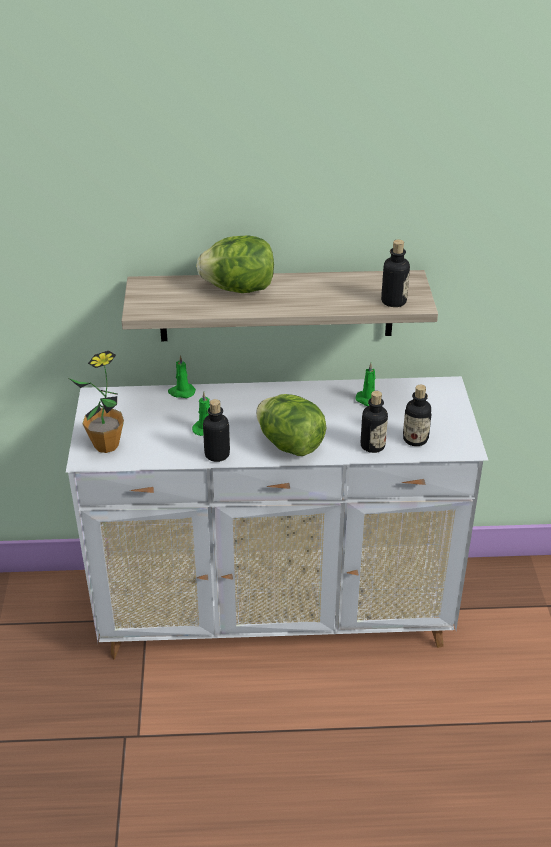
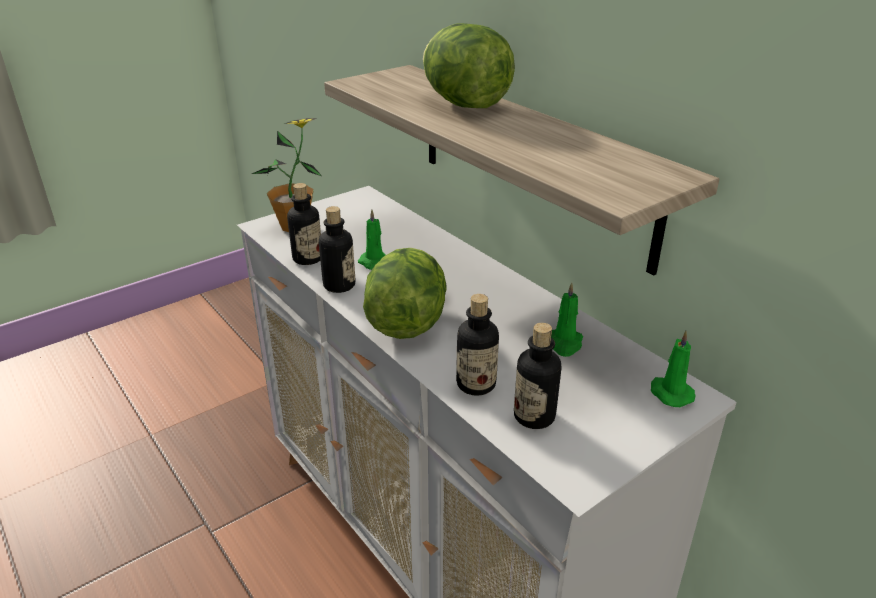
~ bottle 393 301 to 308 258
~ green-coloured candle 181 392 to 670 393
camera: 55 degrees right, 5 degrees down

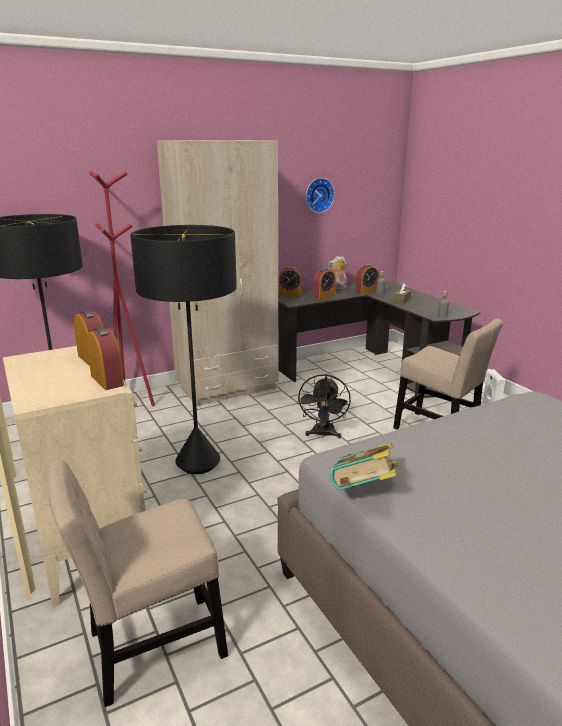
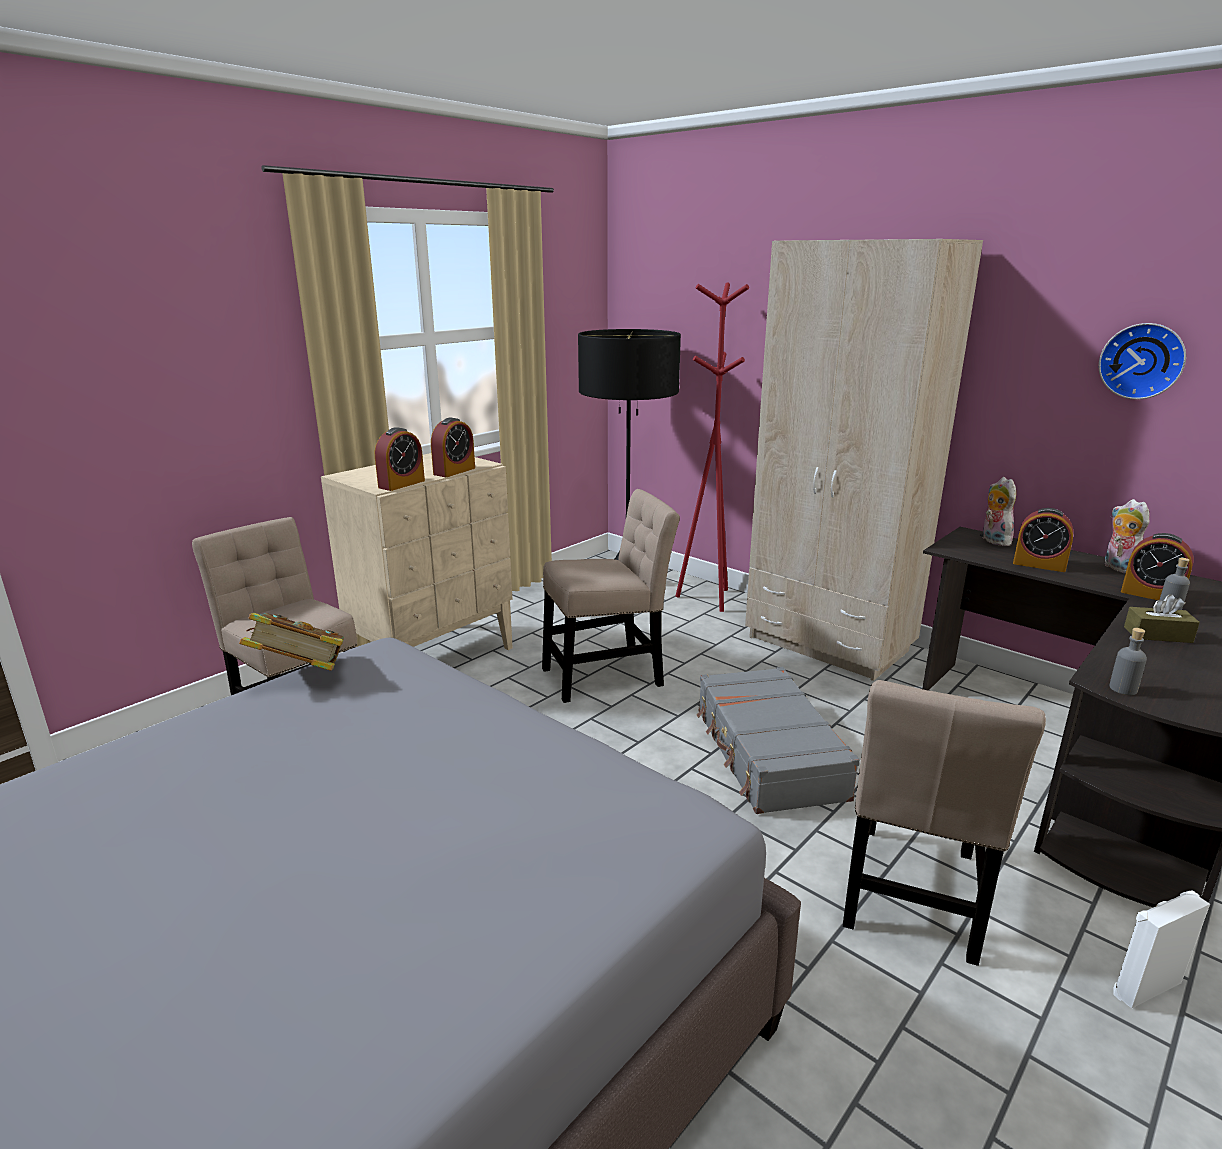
~ black floor lamp 198 464 to sand-coloured upright chair 608 675
~ bedside clock 289 294 to soft toy 993 540
~ black electric fan 323 435 to gray travel case 767 754
camera: 70 degrees right, 0 degrees up

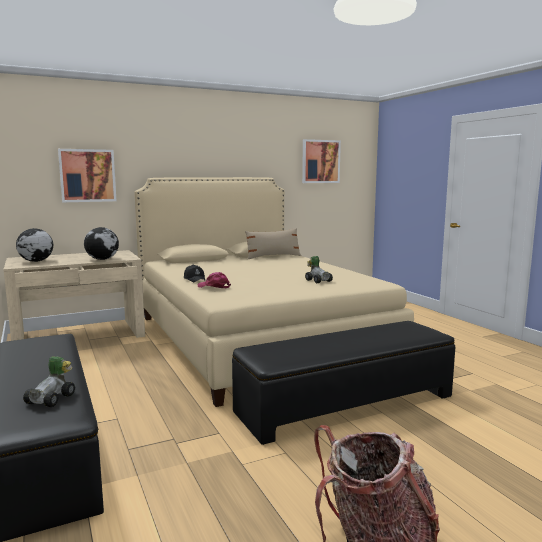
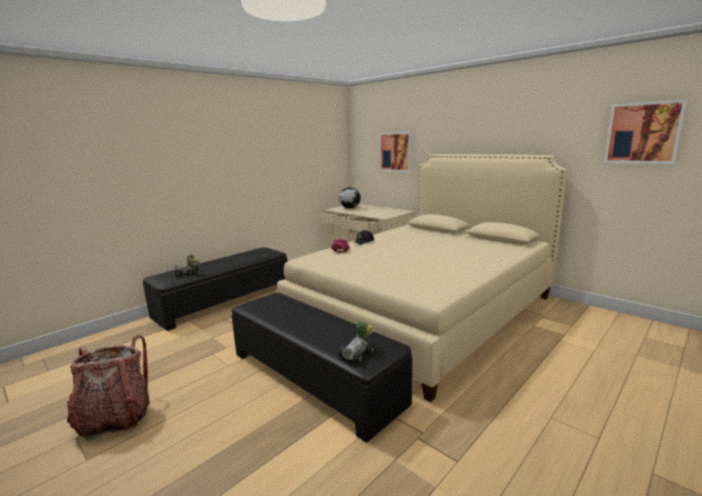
- world globe 102 259
- sand-coloured throw pillow 273 256
~ miniature car 318 280 to 358 354
camera: 70 degrees right, 5 degrees up

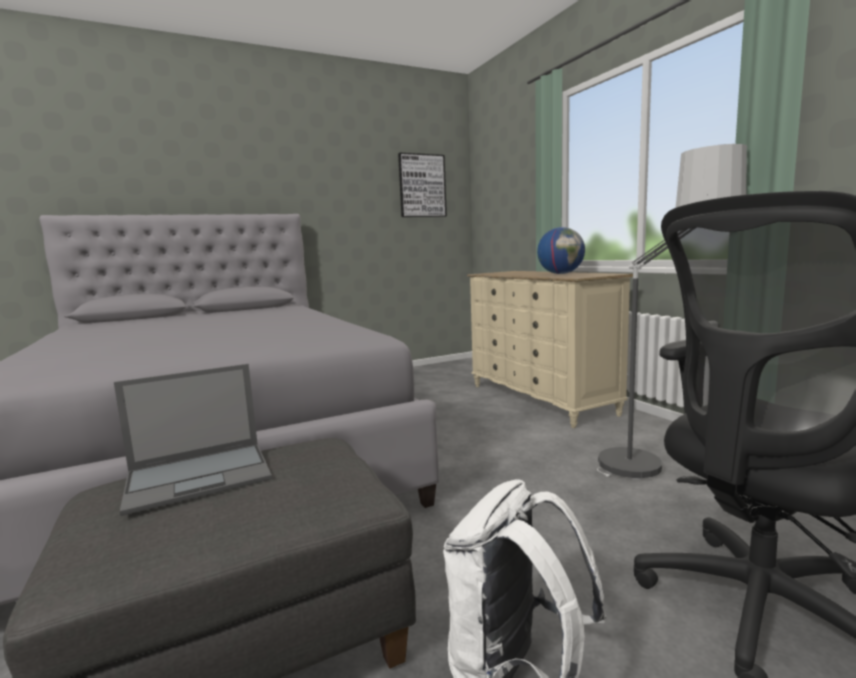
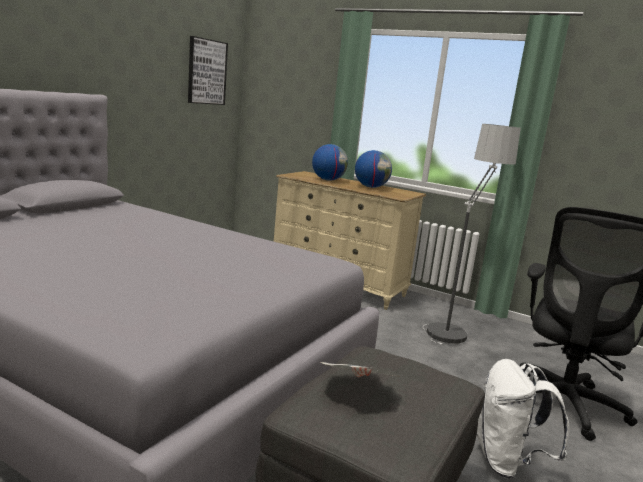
~ notebook computer 200 475 to daily paper 357 388
+ world globe 328 180
camera: 35 degrees left, 5 degrees up

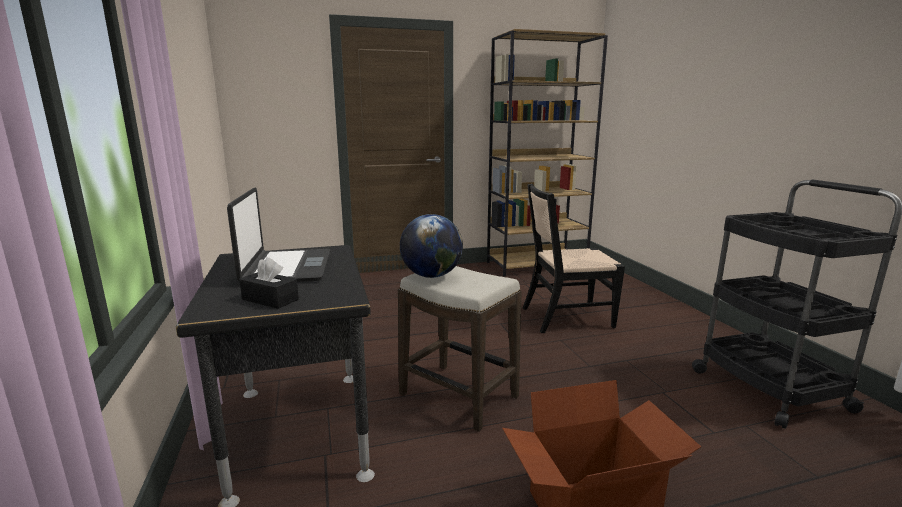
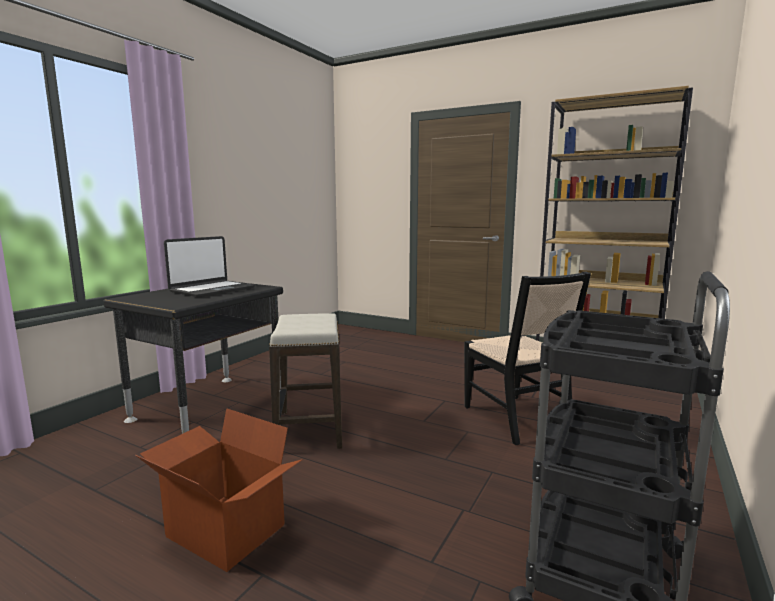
~ upright chair 566 318 = 516 419 150 degrees counterclockwise
- world globe 431 276
- black tissue box 270 299
camera: 45 degrees right, 5 degrees down

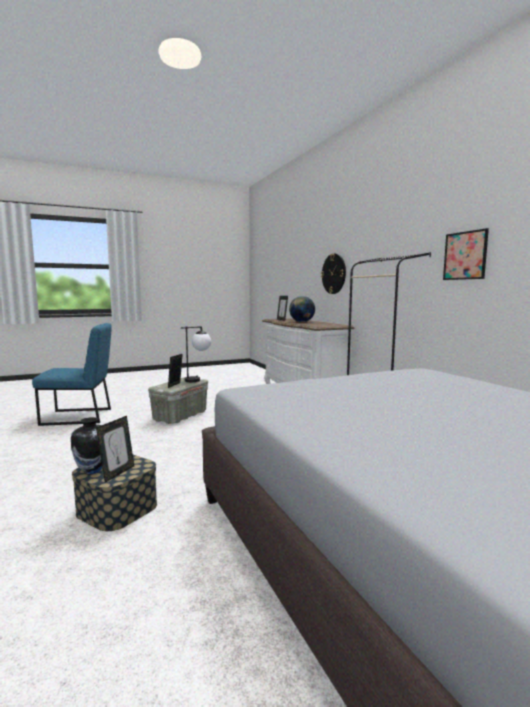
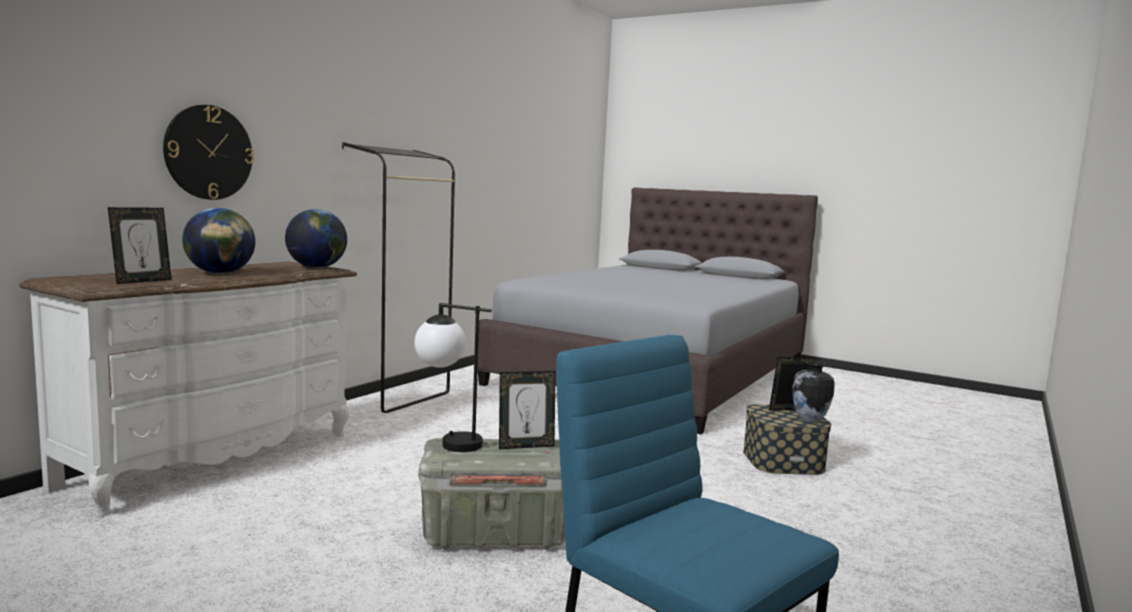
- wall art 465 255
+ world globe 316 267
camera: 125 degrees left, 0 degrees up

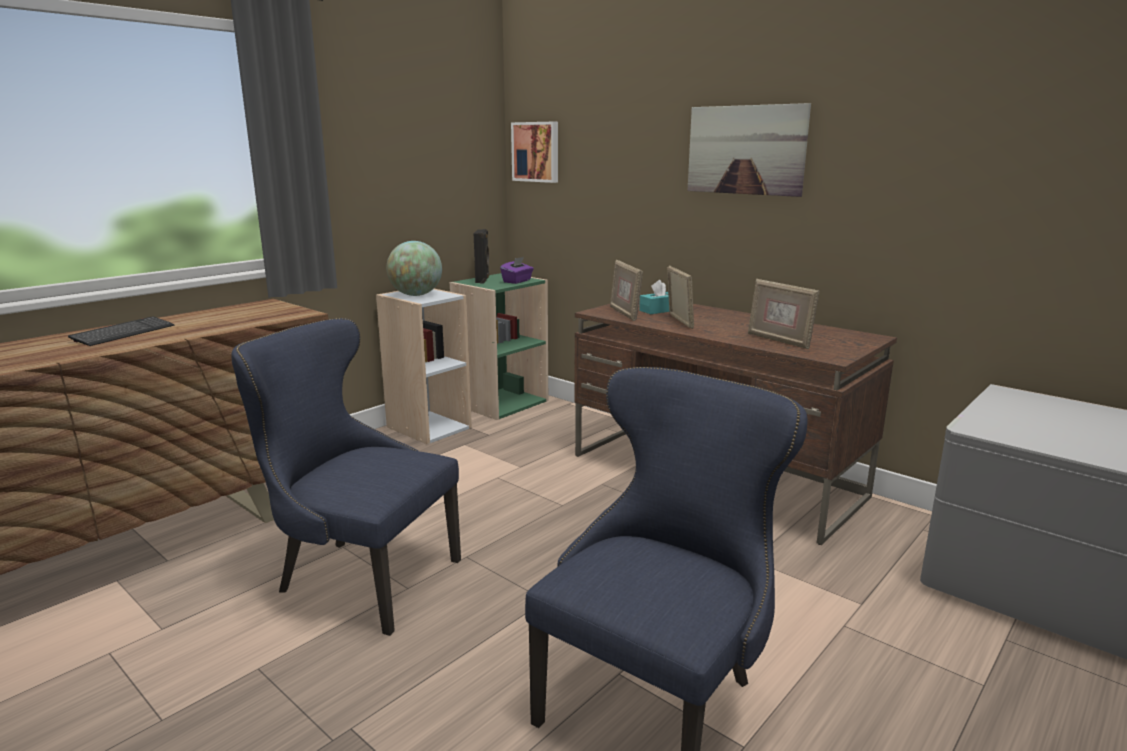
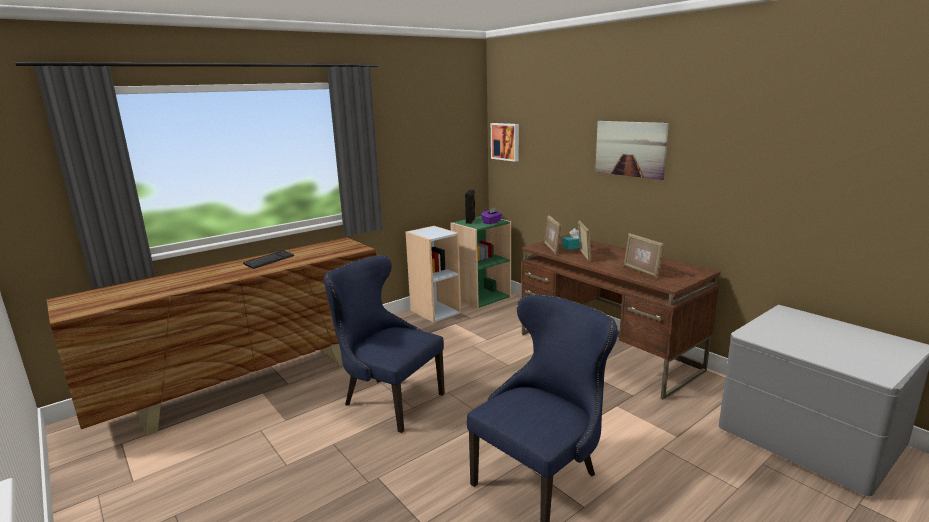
- world globe 416 295
camera: 10 degrees right, 0 degrees up

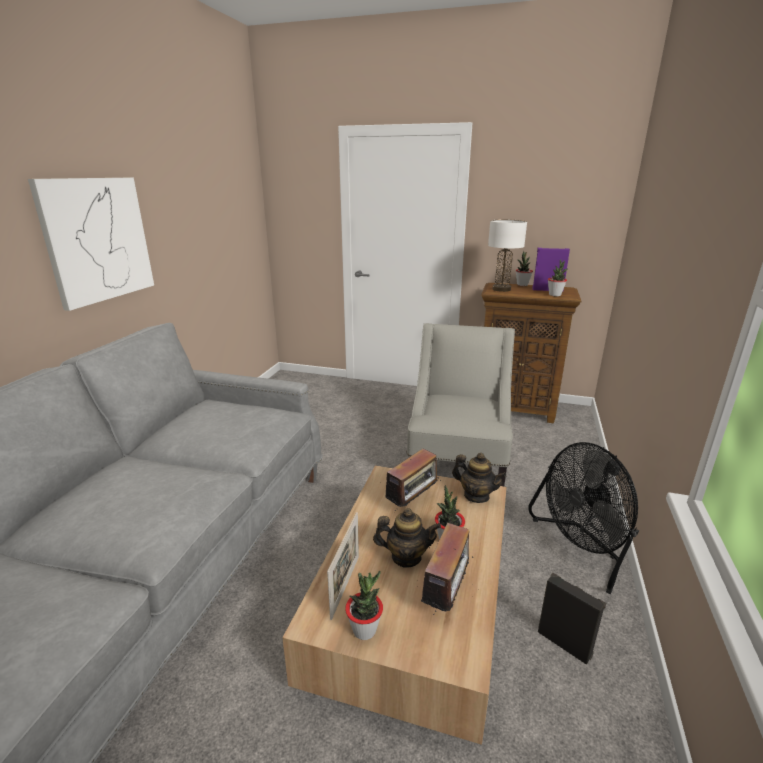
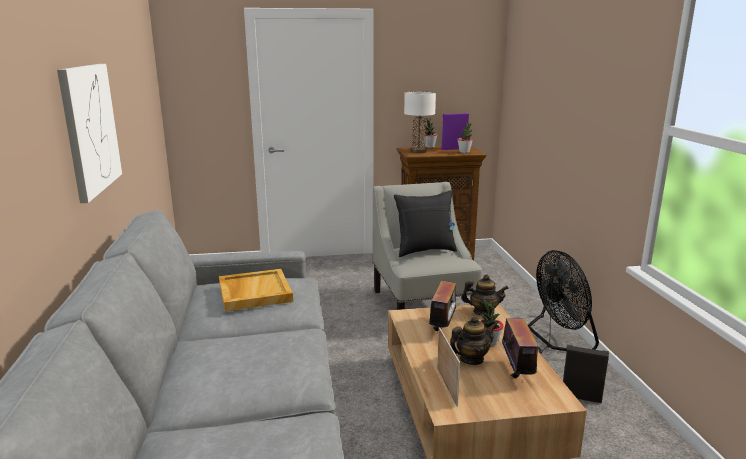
~ black electric fan 582 544 = 551 338 150 degrees counterclockwise
- plant in a pot 364 630
+ black throw pillow 425 251
+ sand-coloured carrying tray 254 292
camera: 25 degrees left, 5 degrees down

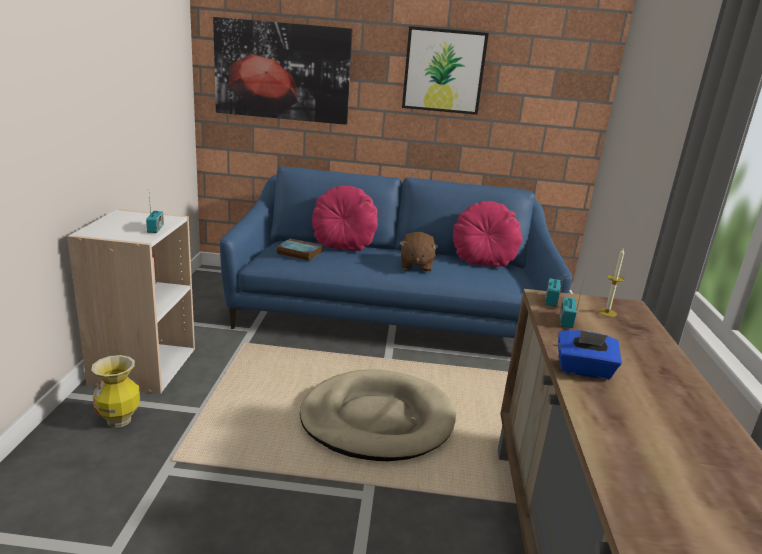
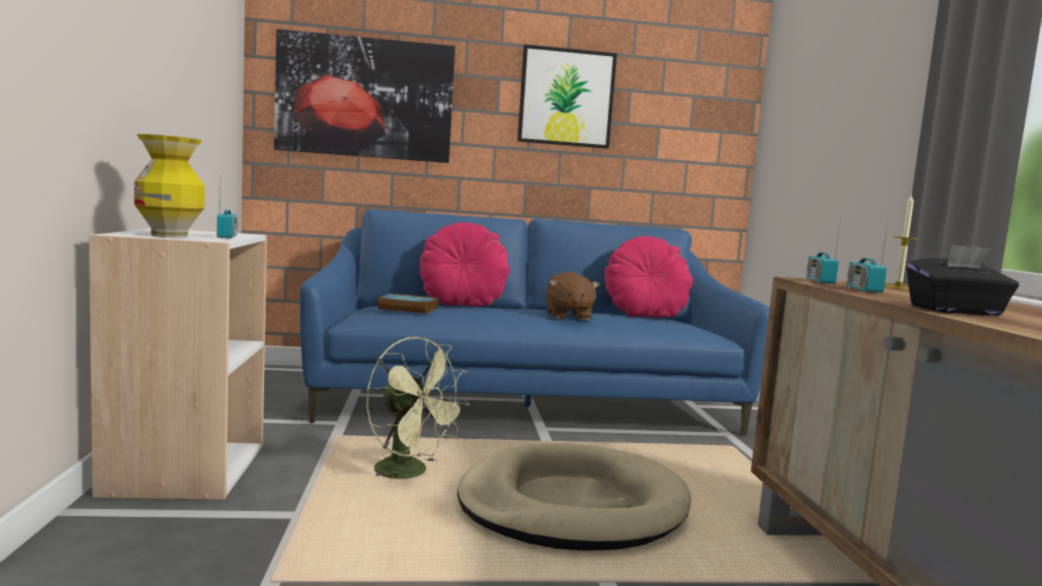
~ blue tissue box 583 370 to black tissue box 956 311
~ vase 119 420 to 170 235
+ green-coloured electric fan 410 473
camera: 10 degrees left, 15 degrees down

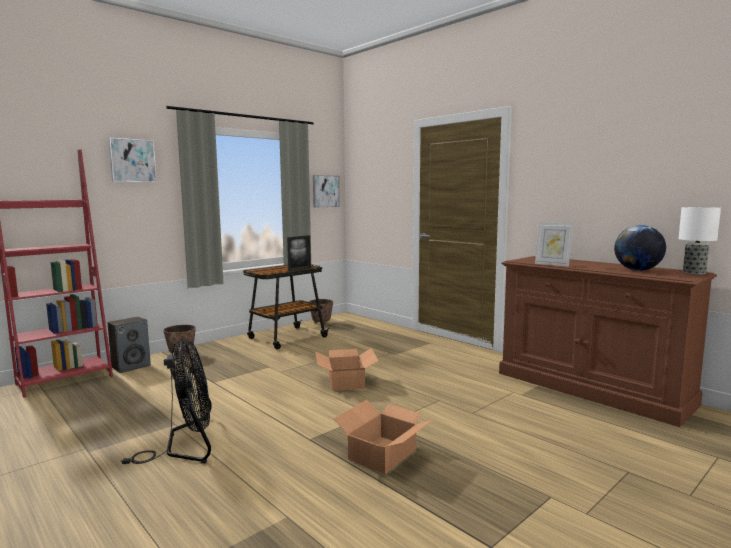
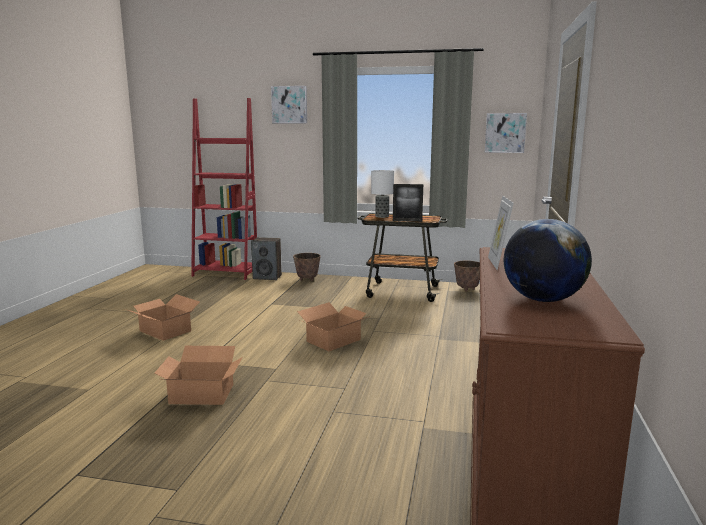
~ tabletop lamp 694 272 to 382 216
~ black electric fan 184 444 to cardboard box 165 331
camera: 55 degrees right, 5 degrees up

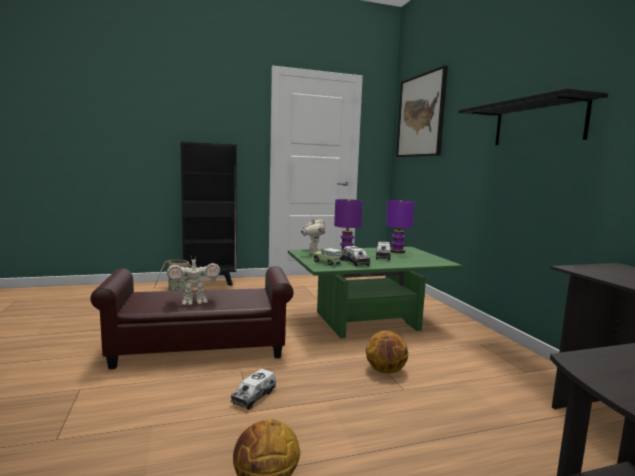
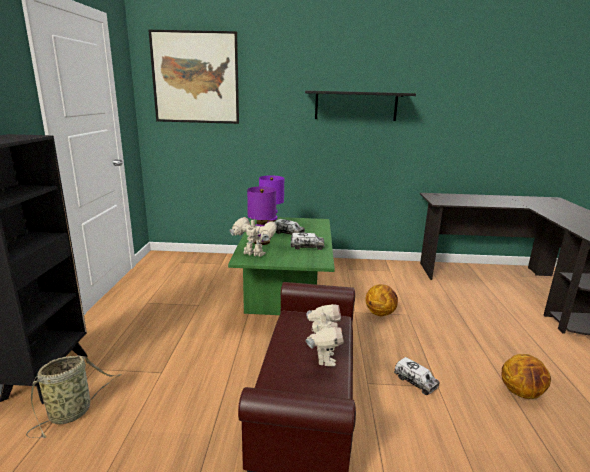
- miniature car 328 263
camera: 70 degrees left, 10 degrees up

